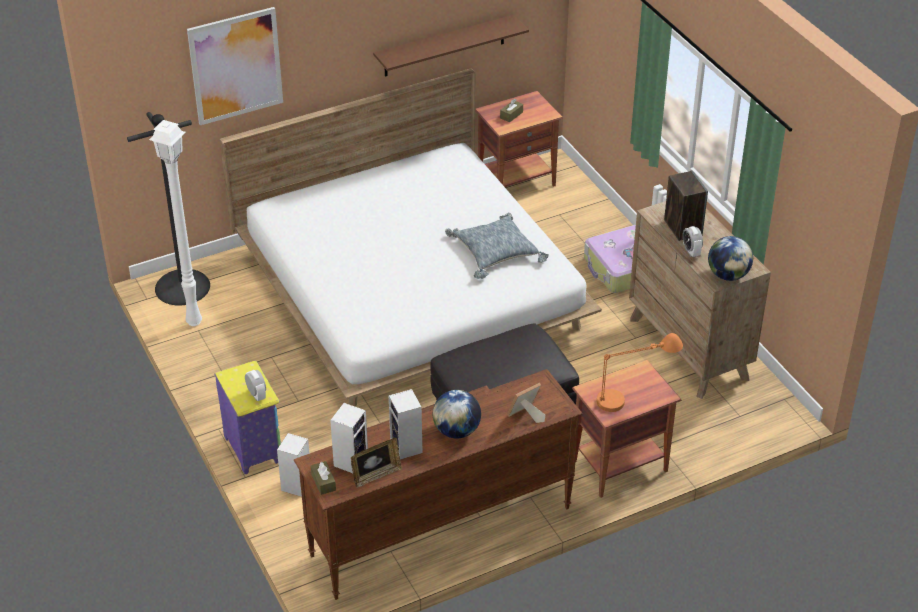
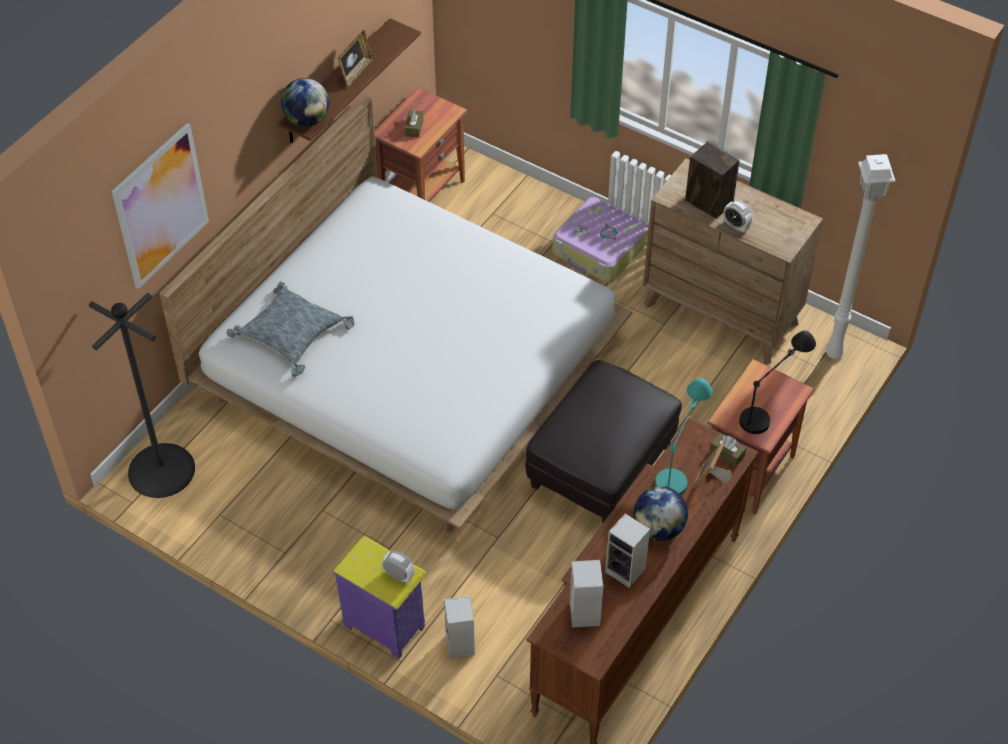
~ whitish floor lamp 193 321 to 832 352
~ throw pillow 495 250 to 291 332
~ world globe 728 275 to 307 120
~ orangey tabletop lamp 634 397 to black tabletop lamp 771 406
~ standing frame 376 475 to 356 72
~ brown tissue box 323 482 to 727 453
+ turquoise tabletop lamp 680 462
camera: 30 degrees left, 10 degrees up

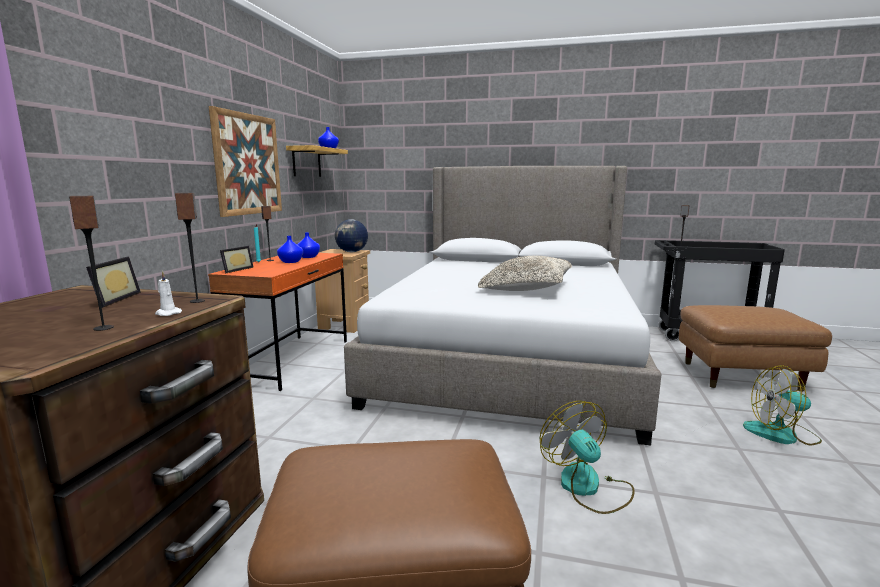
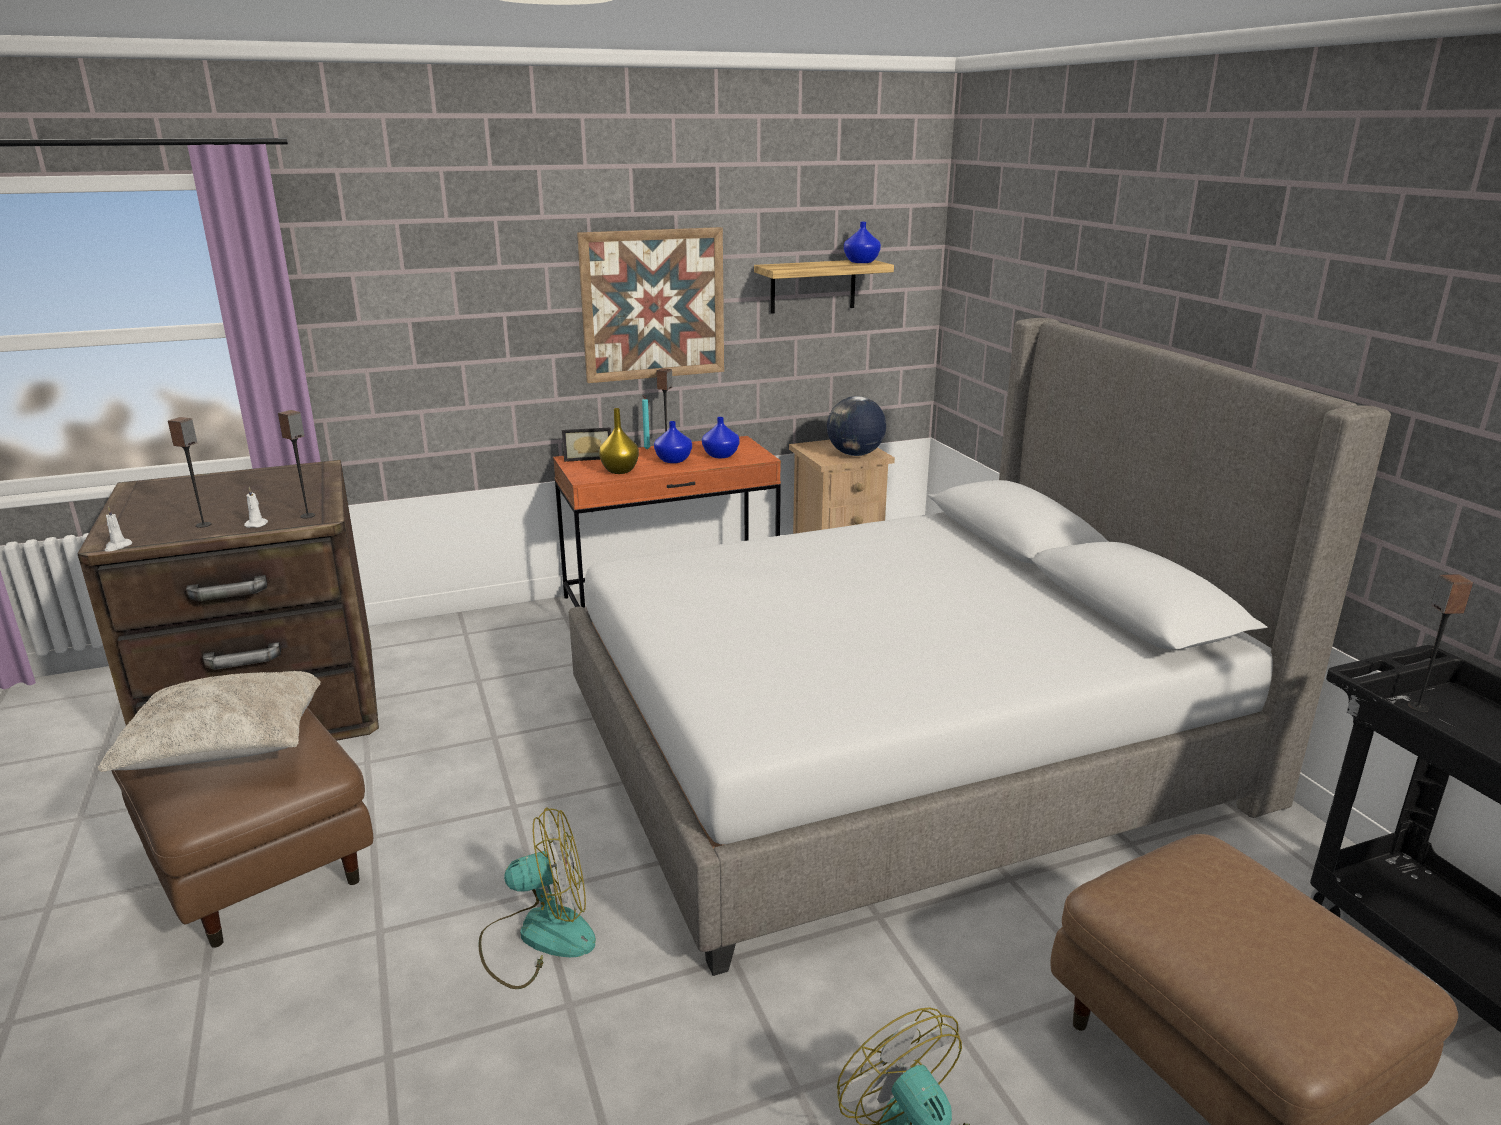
- standing frame 111 300
~ sand-coloured throw pillow 526 289 to 227 745
~ electric fan 587 487 = 538 937 45 degrees clockwise
+ yellow-coloured vase 619 471
+ whitish candle 117 547
camera: 55 degrees right, 10 degrees up

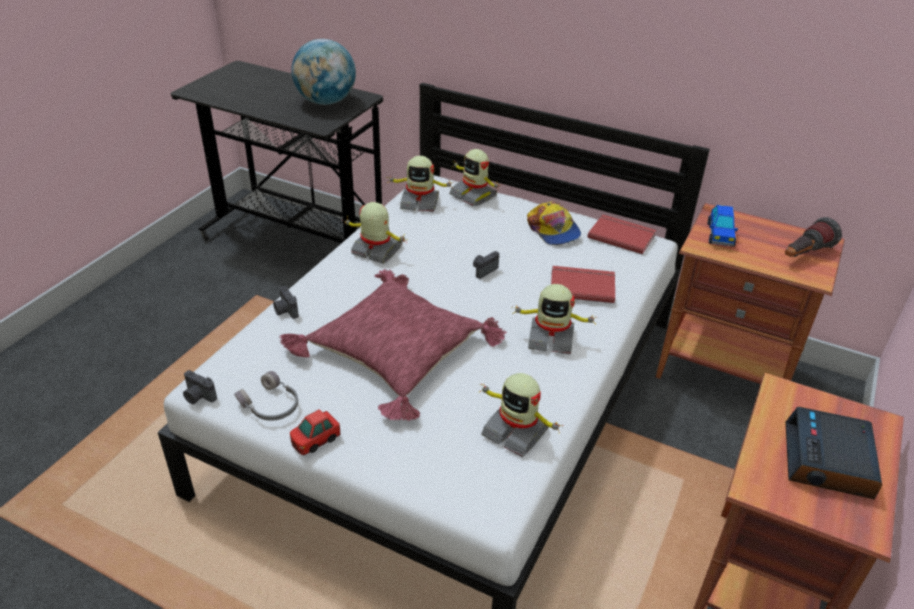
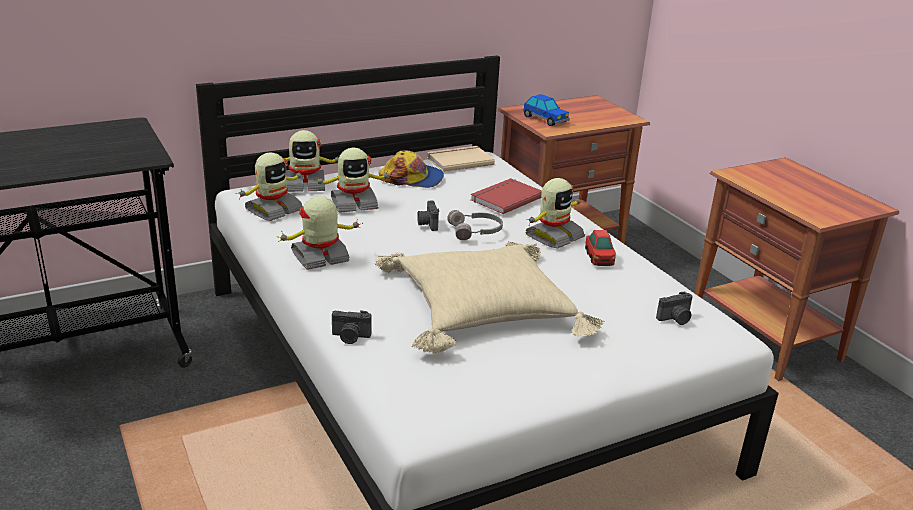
- world globe 326 102
~ reddish book 621 235 to sand-coloured book 459 160
- torch 804 255
~ reddish throw pillow 395 347 to sand-coloured throw pillow 482 303
~ still camera 198 397 to 675 319
~ gray headphones 270 406 to 476 231
~ model robot 516 431 to 353 203
- bedside clock 828 462
~ miniature car 315 440 to 599 258
camera: 55 degrees left, 10 degrees down

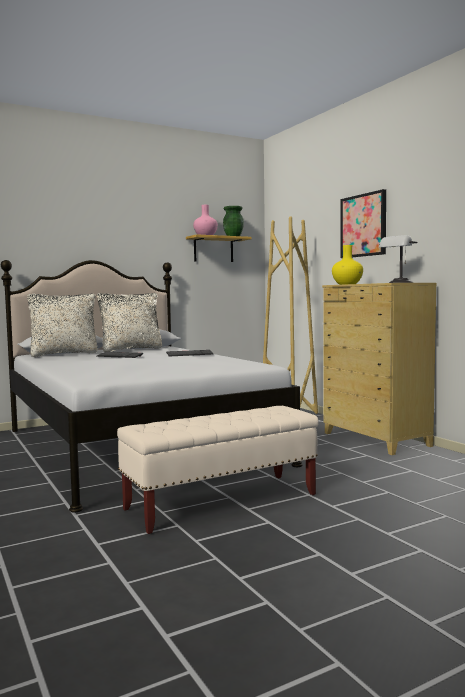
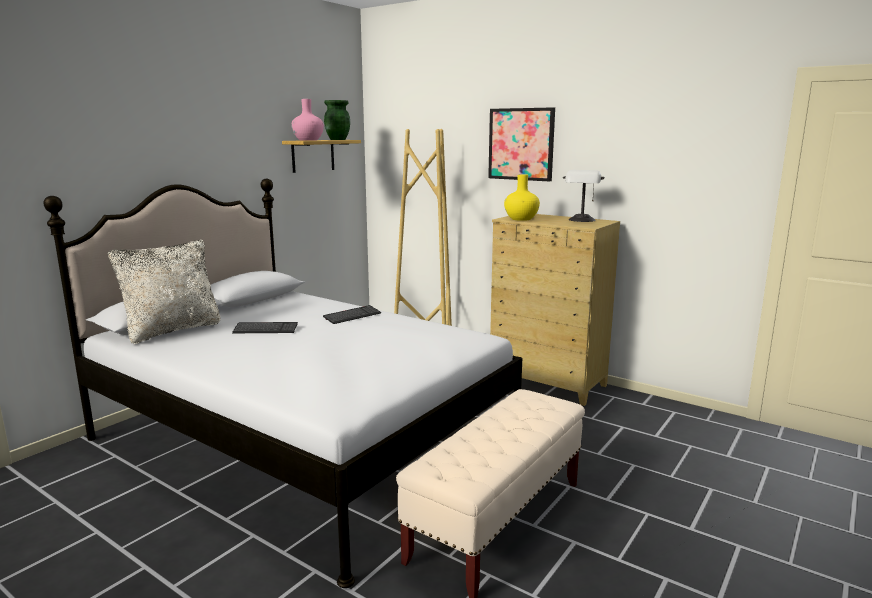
- sand-coloured throw pillow 132 350
camera: 25 degrees left, 10 degrees up

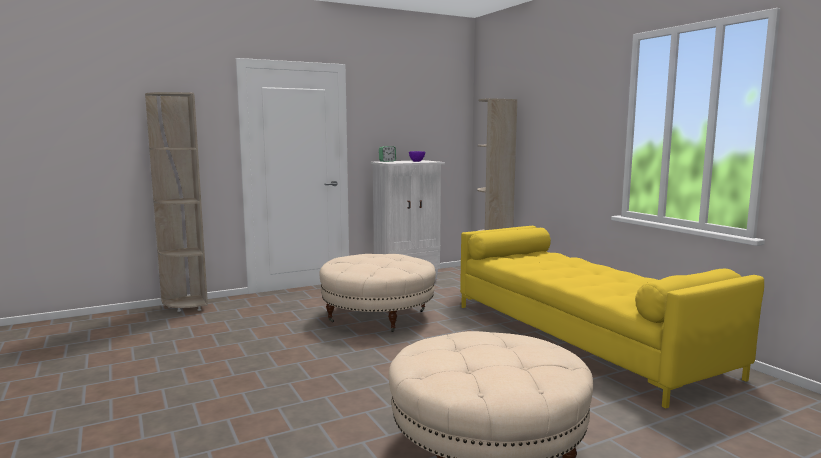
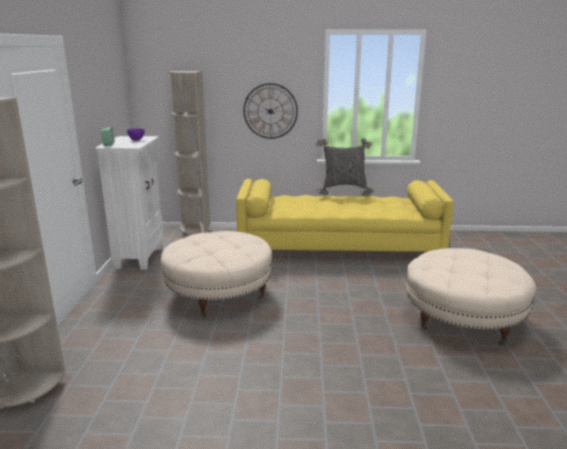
+ wall clock 270 111
+ throw pillow 343 194
camera: 60 degrees left, 10 degrees up

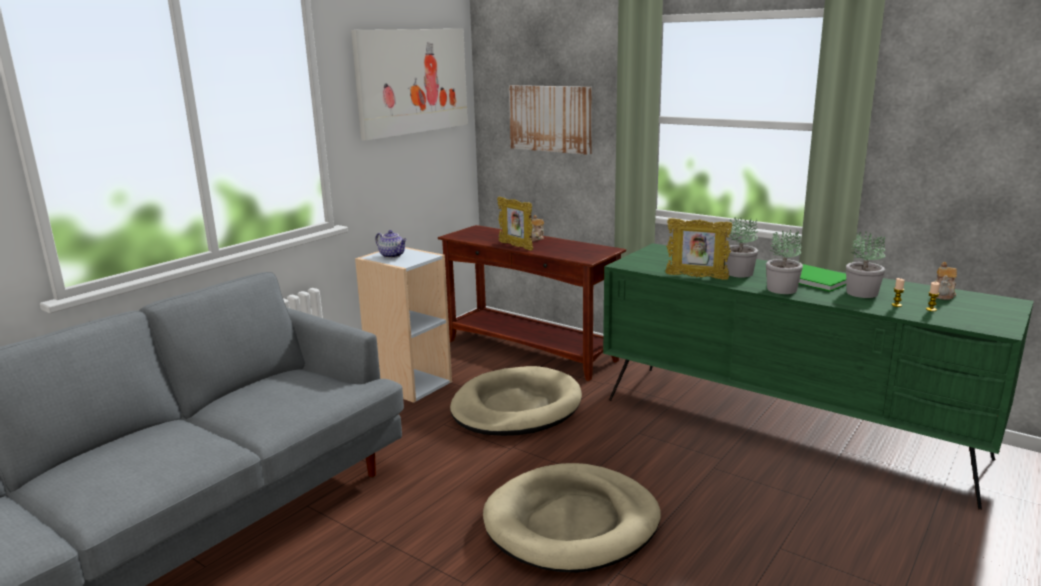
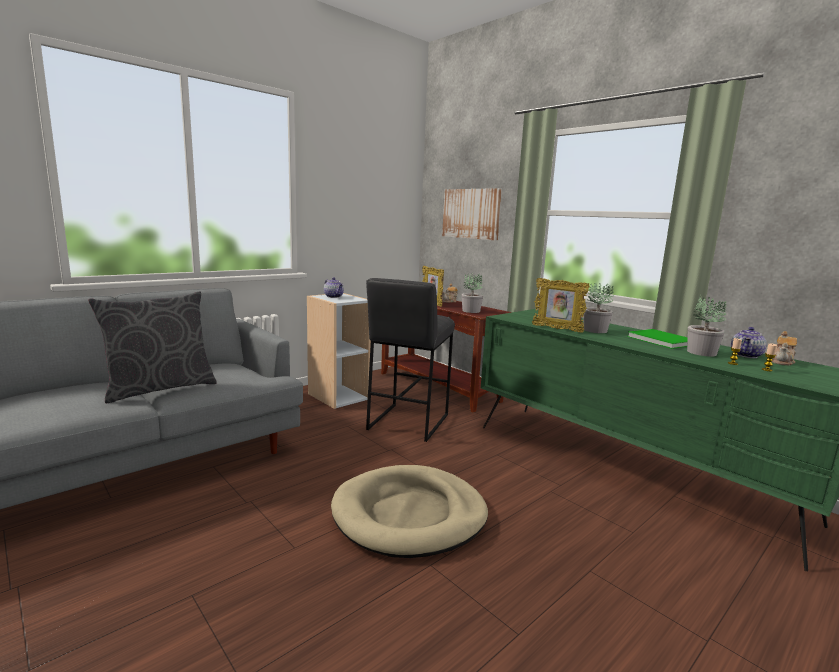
- wall art 412 81
~ plant in a pot 782 289 to 471 311
~ sand-coloured dog cushion 516 407 to gray sitting stool 408 422
+ gray throw pillow 160 388
+ pot for tea 746 355
camera: 10 degrees right, 5 degrees down

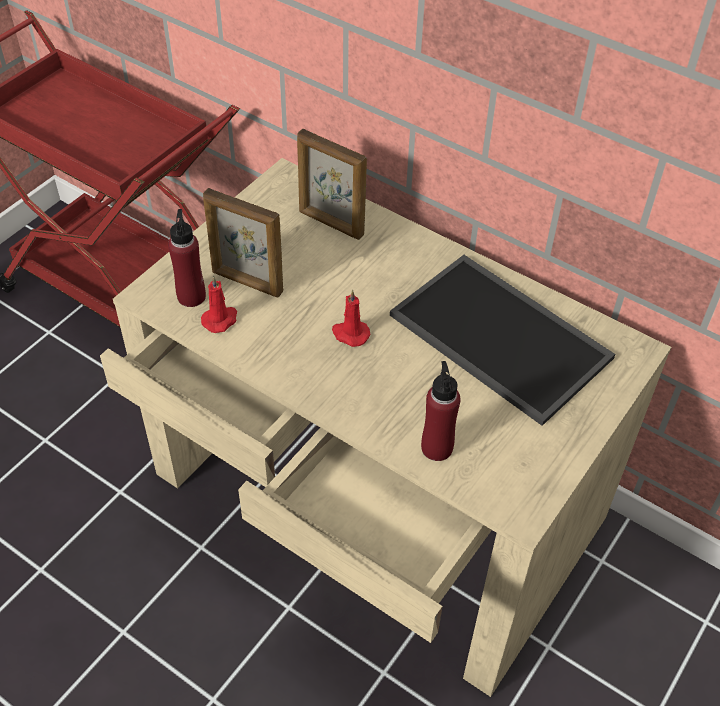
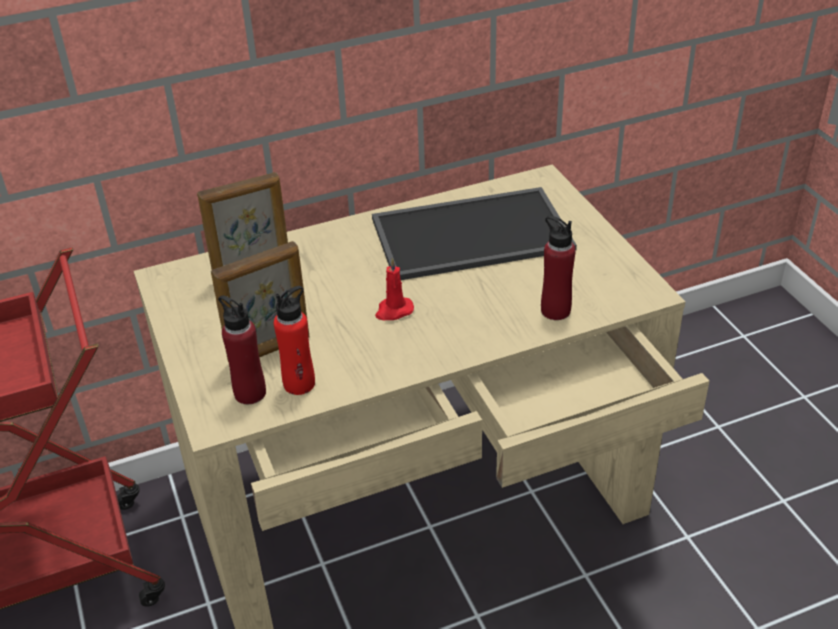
~ reddish candle 220 319 to reddish bottle 299 383
camera: 55 degrees left, 10 degrees down

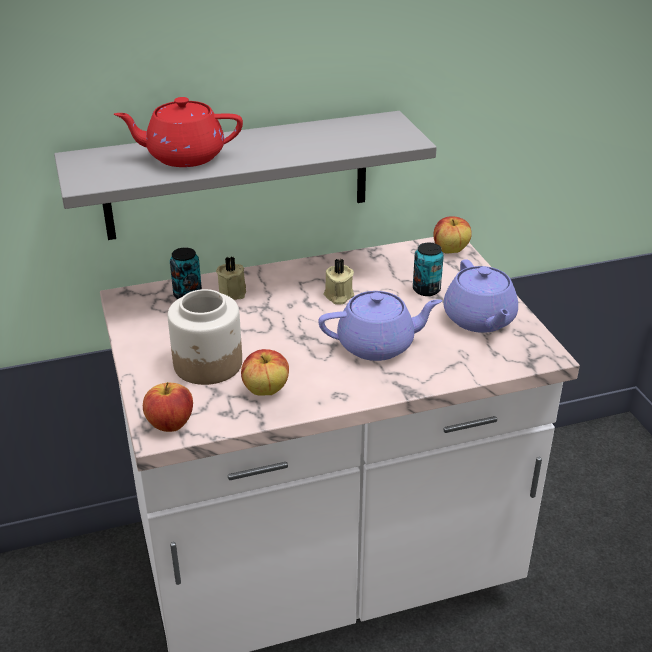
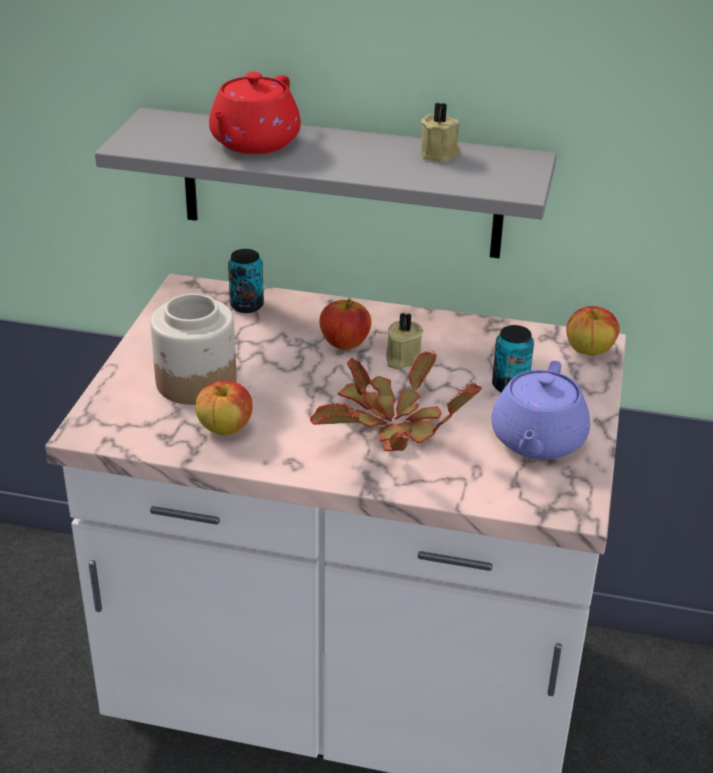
~ reddish pot for tea 183 156 = 253 143 90 degrees counterclockwise
~ sand-coloured candle 233 292 to 440 154
~ purplish pot for tea 378 345 to plant in a pot 389 426
~ whole apple 170 424 to 344 344
camera: 30 degrees right, 0 degrees up

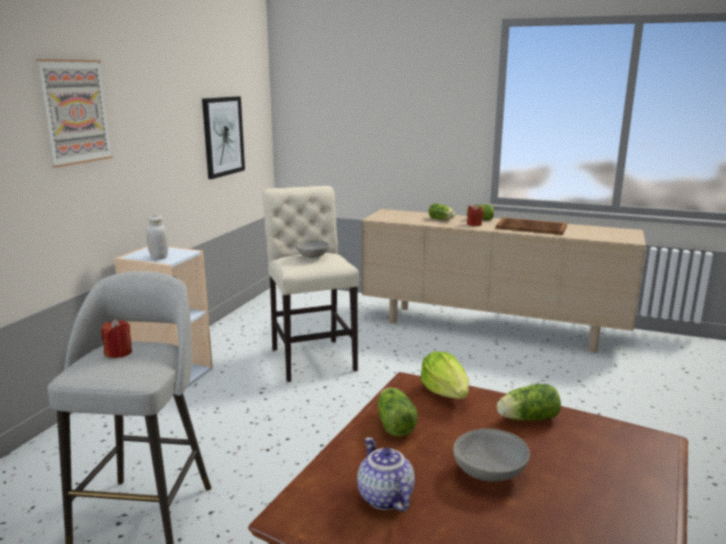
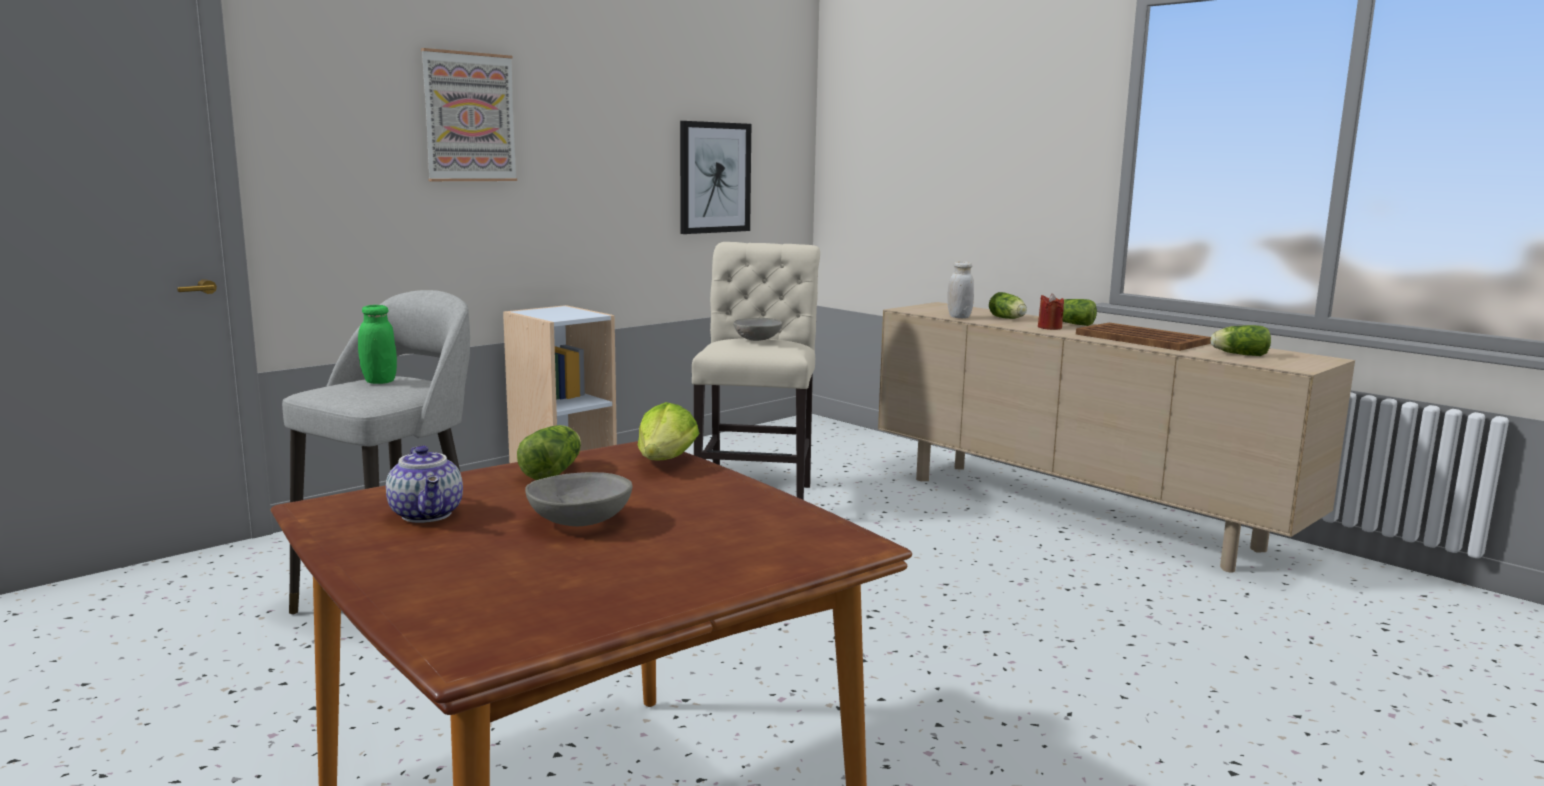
~ whitish preserve jar 159 257 to 959 317
~ reddish candle 119 353 to green-coloured preserve jar 379 381
~ head of lettuce 526 418 to 1238 354
~ pot for tea 383 497 = 428 514 150 degrees clockwise
camera: 25 degrees right, 5 degrees down

